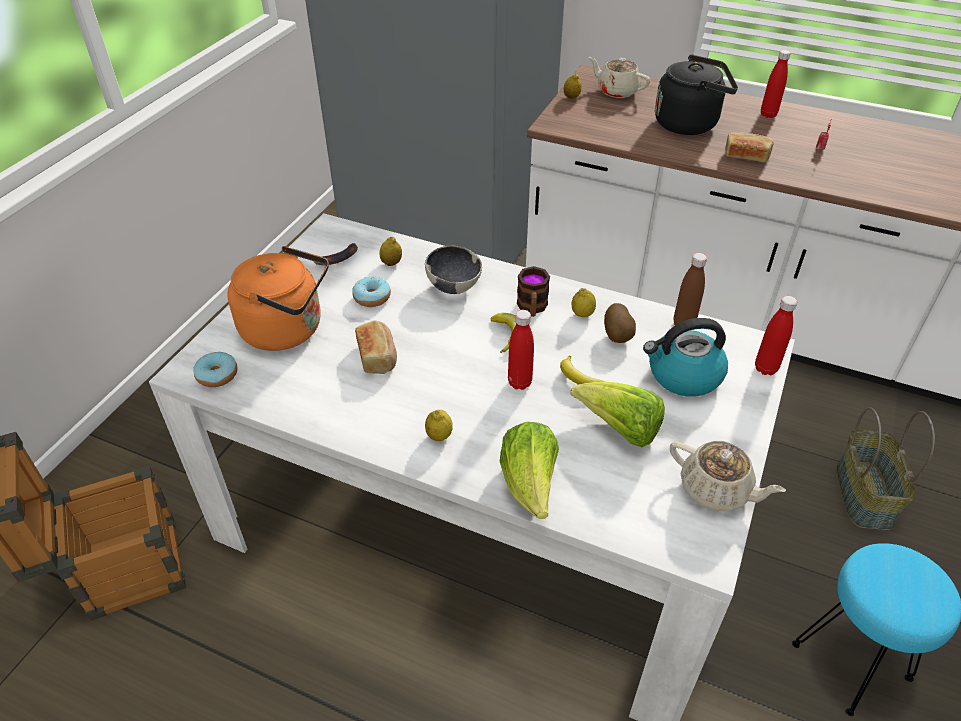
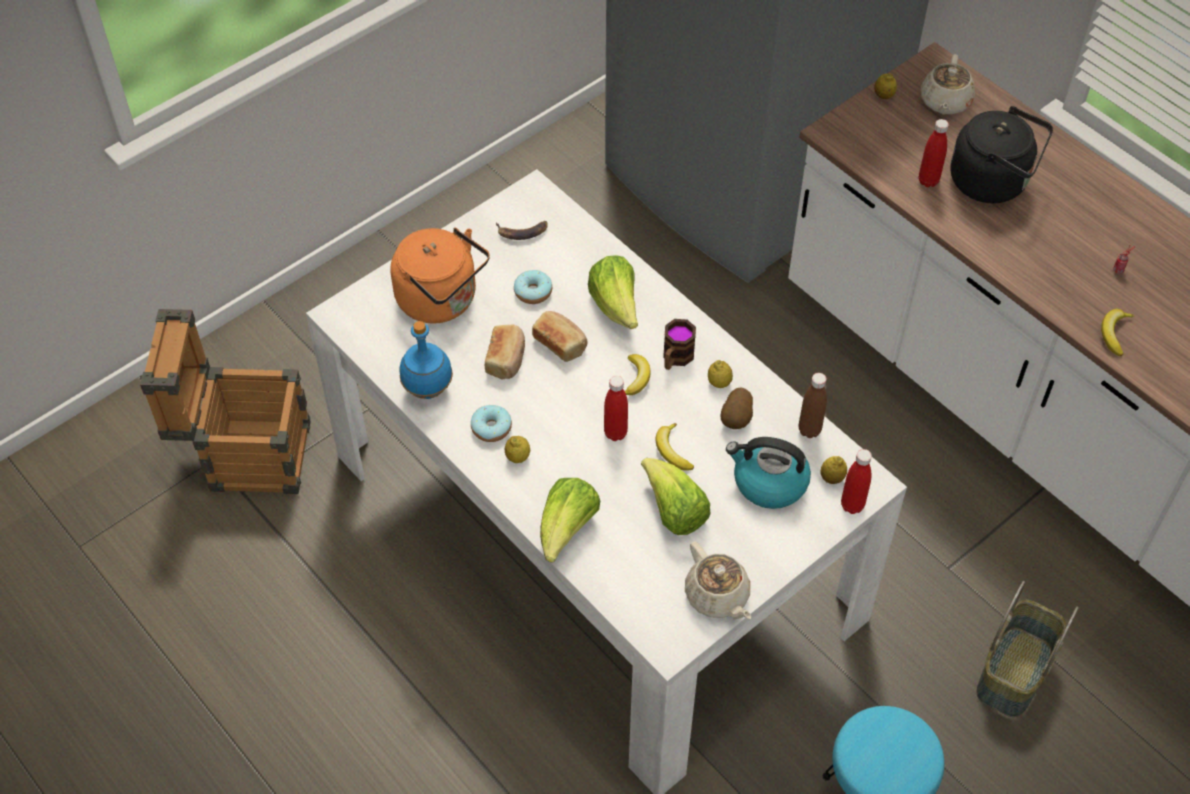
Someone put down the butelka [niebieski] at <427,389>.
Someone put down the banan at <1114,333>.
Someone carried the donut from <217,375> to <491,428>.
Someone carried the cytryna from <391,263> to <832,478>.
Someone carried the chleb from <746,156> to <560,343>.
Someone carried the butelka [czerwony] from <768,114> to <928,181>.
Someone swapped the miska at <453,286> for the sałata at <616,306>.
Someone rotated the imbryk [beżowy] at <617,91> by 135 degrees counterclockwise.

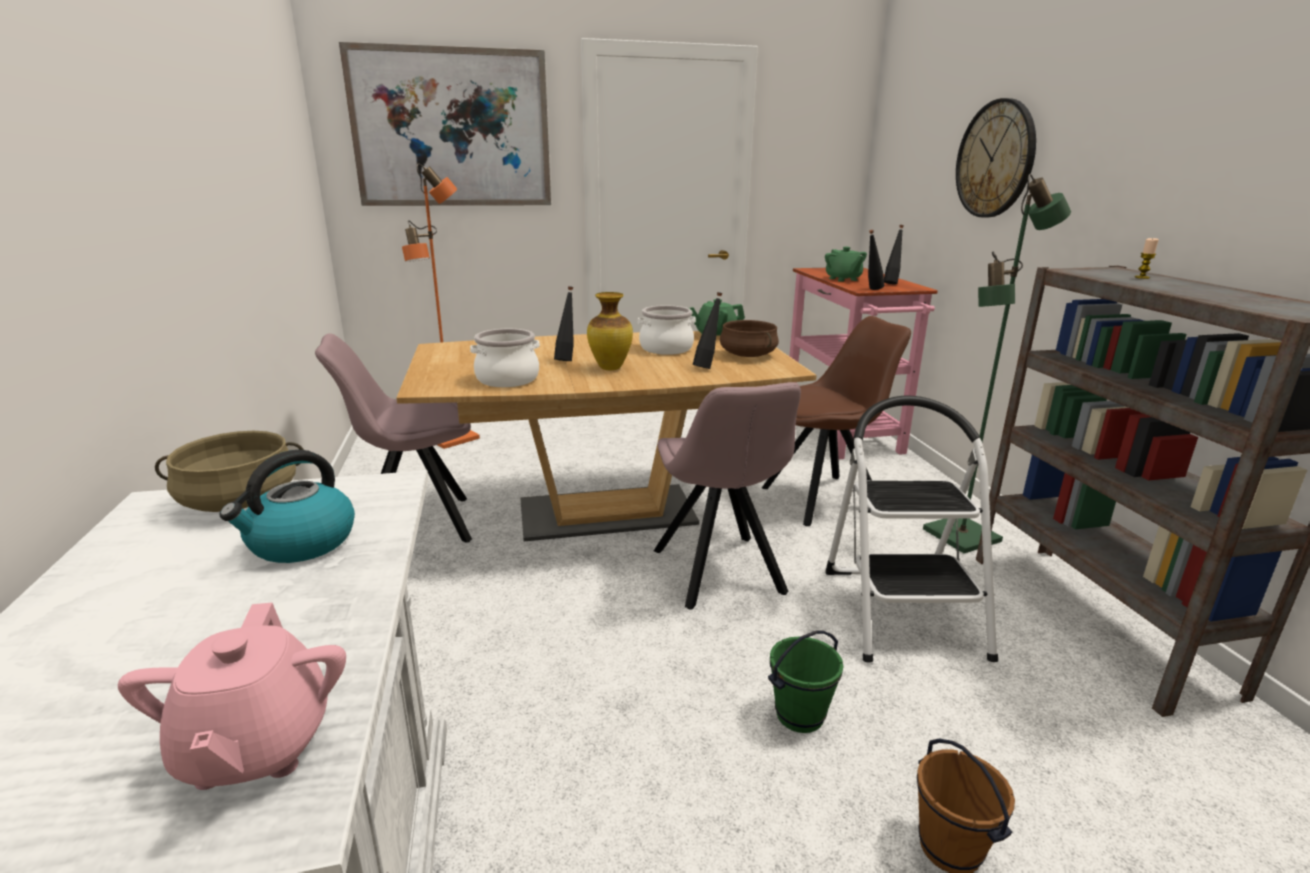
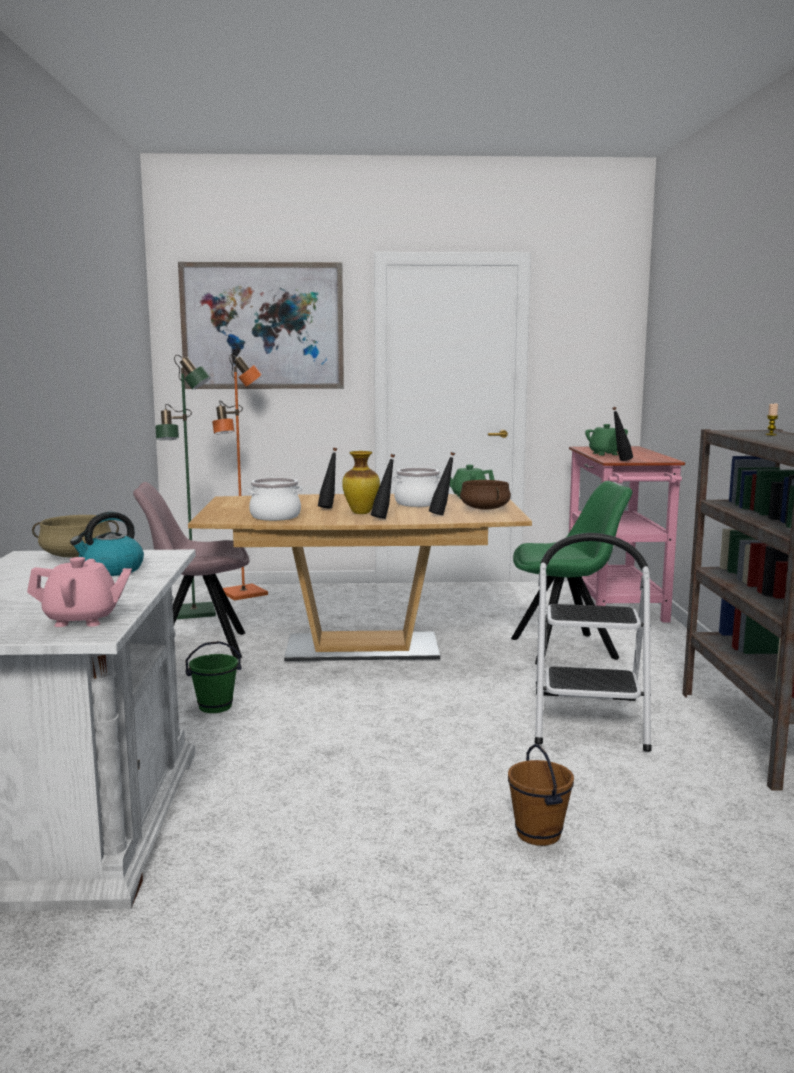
Someone took away the krzesło [różowy] at <719,571>.
Someone took away the zegar ścienny at <995,159>.
Someone carried the wiadro [zielony] from <800,716> to <215,707>.
Someone carried the butelka [czarny] from <891,283> to <384,518>.
Someone carried the lampa stojąca [zielony] from <961,535> to <194,612>.
Someone repainted the krzesło [brązowy] at <823,499>, which became the krzesło [zielony] at <565,649>.
Someone rotated the imbryk [różowy] at <256,748> by 90 degrees counterclockwise.

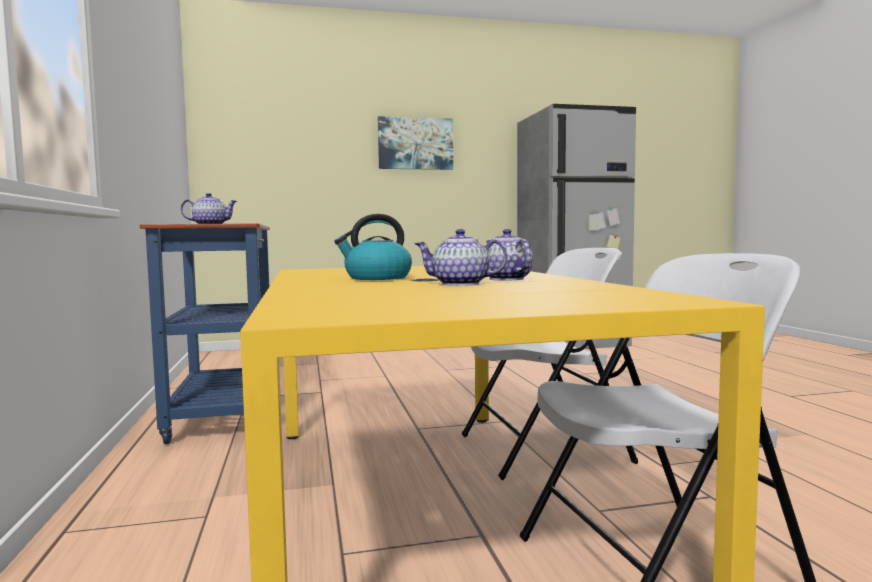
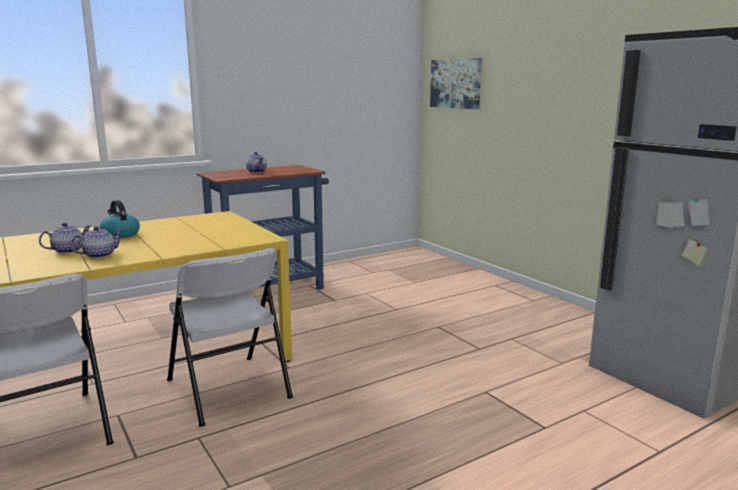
Someone carried the obraz from <415,143> to <456,83>.
Someone rotated the imbryk at <461,284> by 60 degrees clockwise.

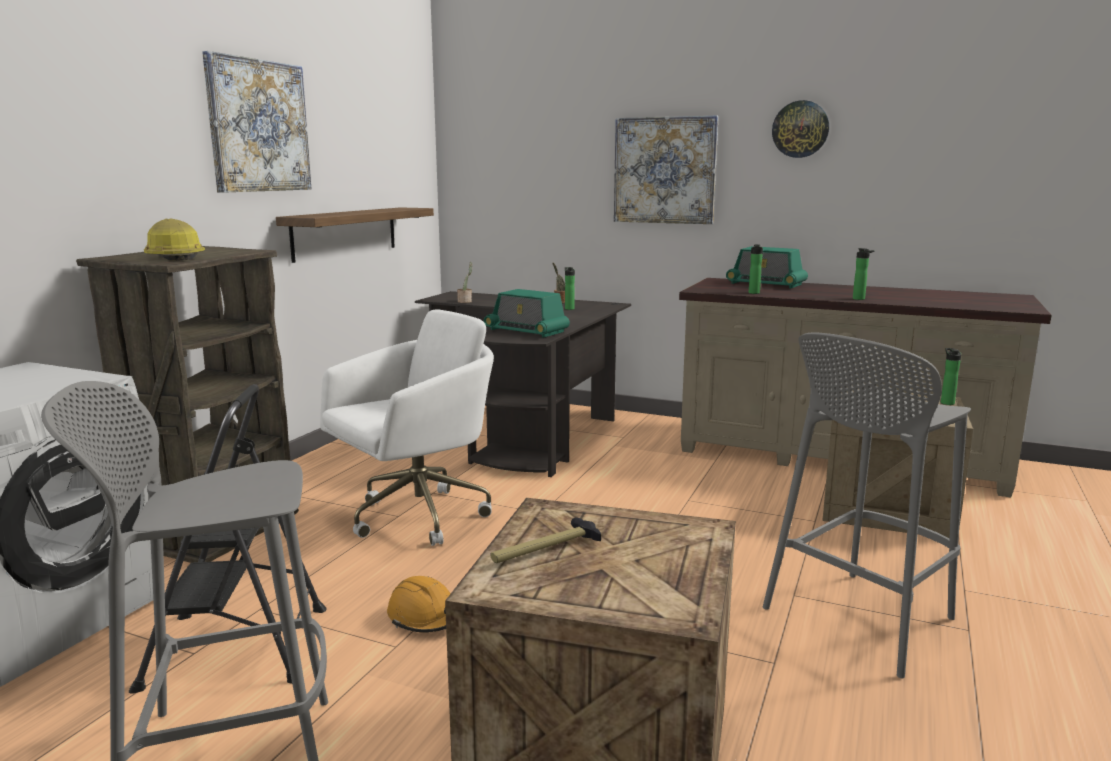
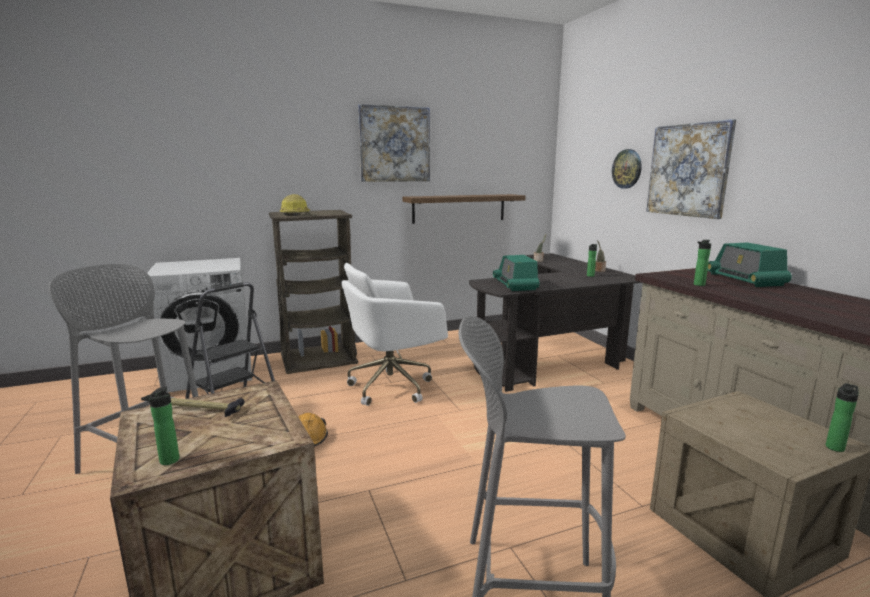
Someone carried the zegar ścienny from <800,129> to <627,169>.
Someone carried the butelka from <860,299> to <167,462>.
Someone rotated the krzesło biurowe [biały] at <414,519> by 150 degrees clockwise.

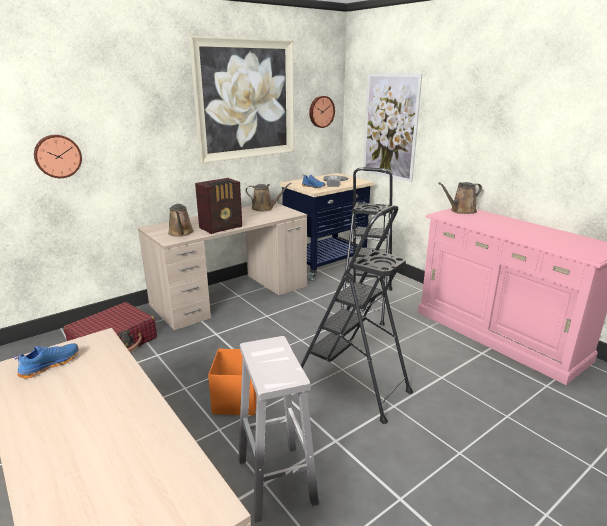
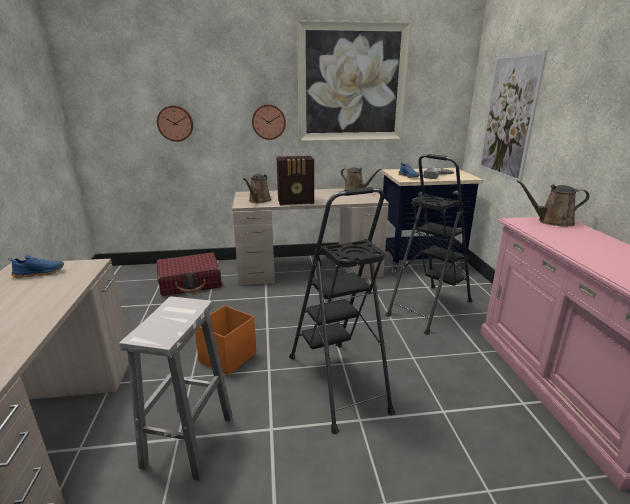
Someone carried the zegar ścienny from <321,111> to <268,122>.

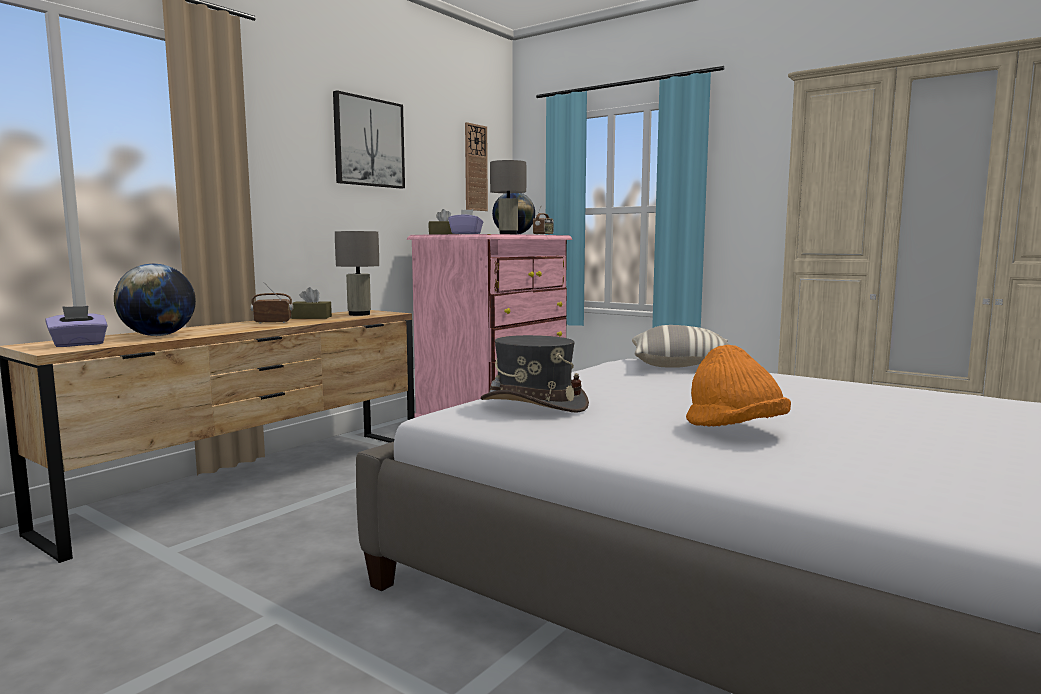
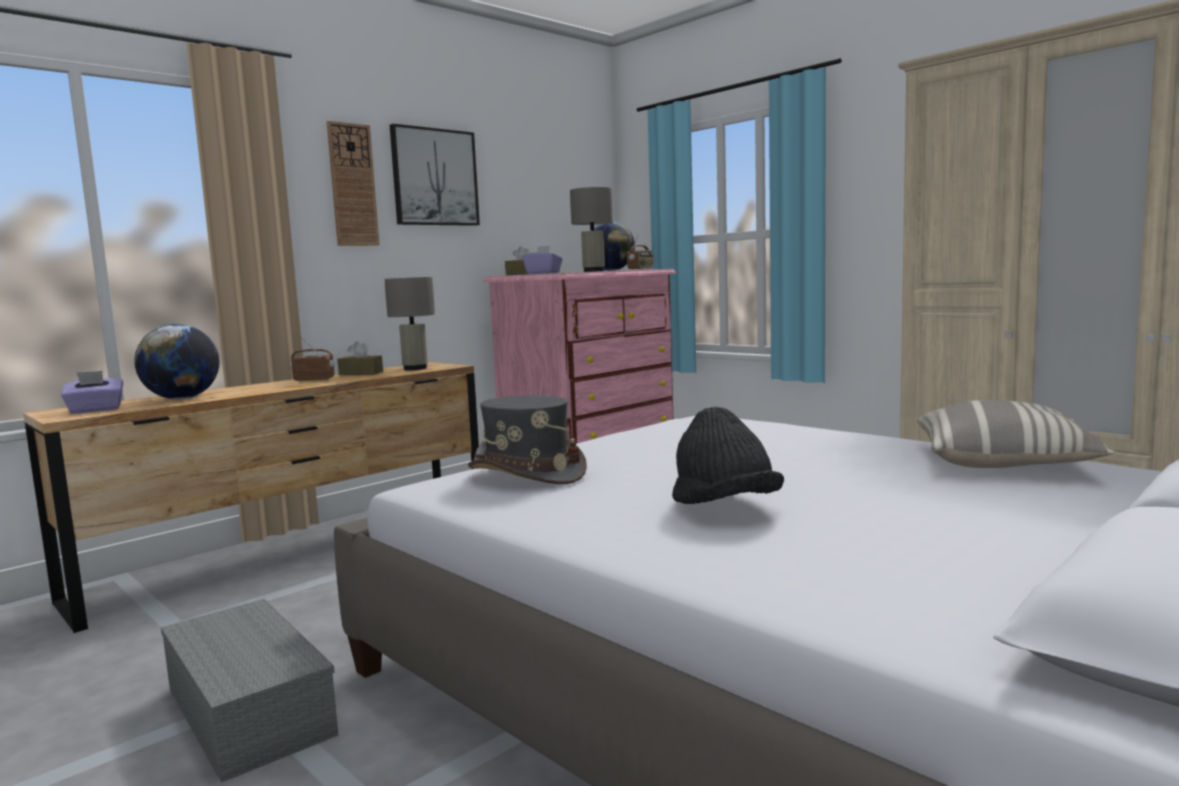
Someone put down the pojemnik do przechowywania [szary] at <245,710>.
Someone carried the zegar ścienny from <475,168> to <352,185>.
Someone carried the poduszka from <682,366> to <1004,463>.
Someone repainted the kapelusz [pomarańczowy] at <734,430>, which became the kapelusz [czarny] at <724,508>.

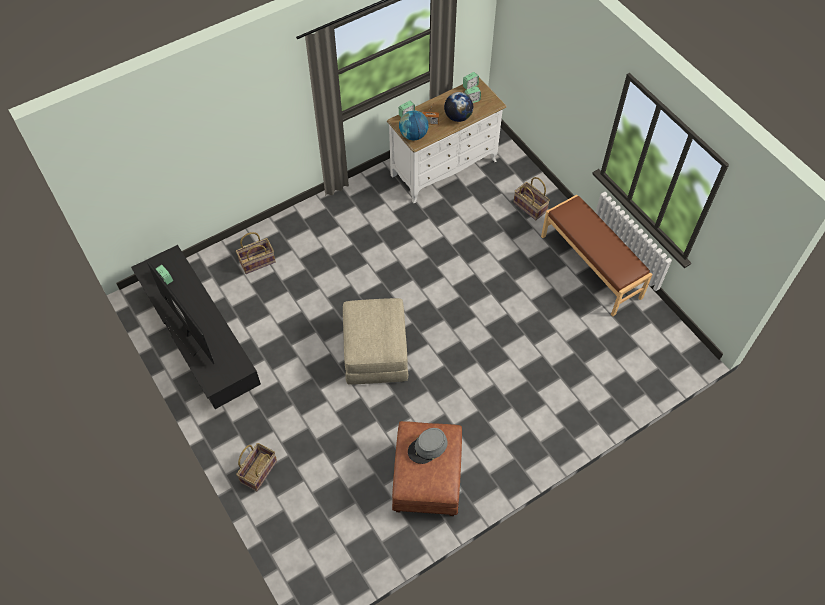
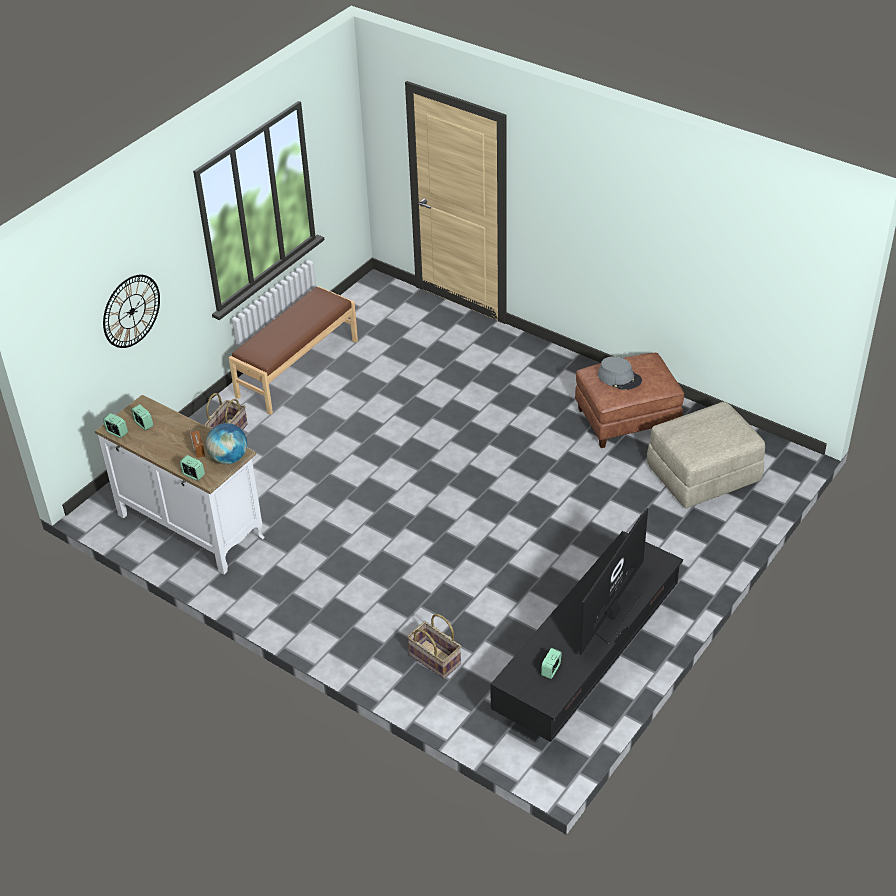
Someone took away the koszyk at <258,471>.
Someone took away the globus at <458,117>.
Someone put up the zegar ścienny at <131,311>.
Someone carried the pufa [beżowy] from <375,352> to <703,475>.

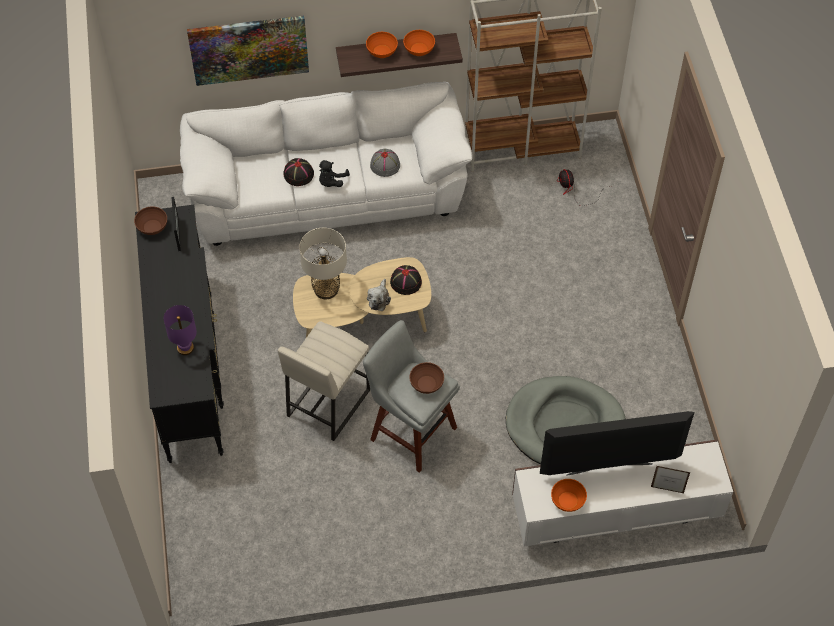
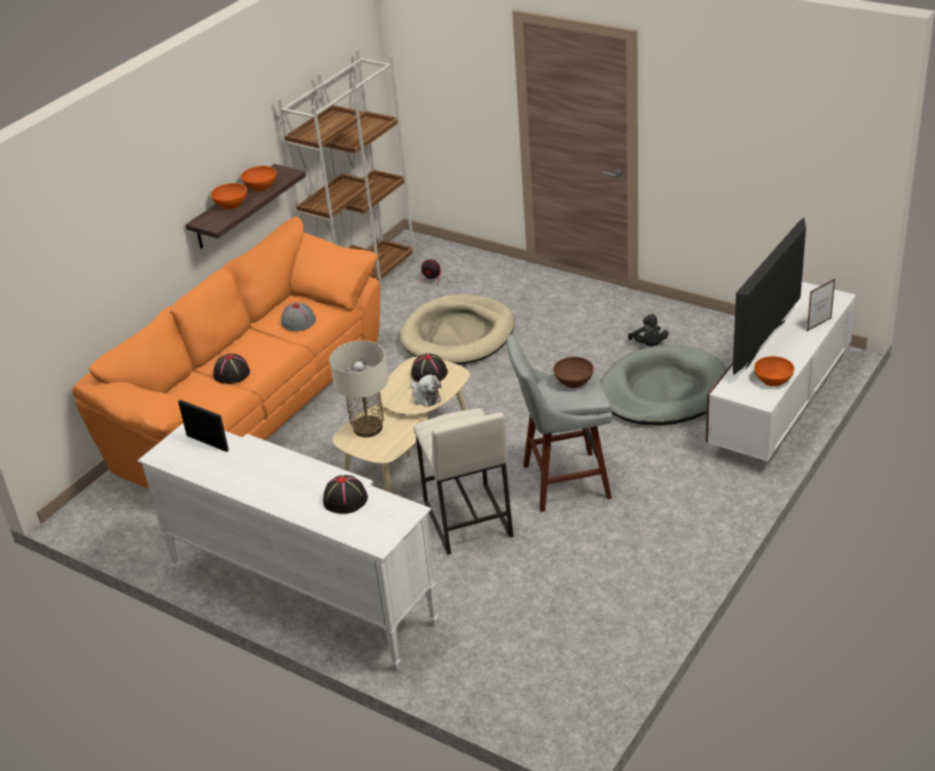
Someone took away the miska [brązowy] at <152,227>.
Someone took away the obraz at <249,49>.
Someone put down the legowisko [beżowy] at <458,335>.
Someone carried the pluszak [czarny] from <331,182> to <649,345>.
Someone swapped the lampa stołowa [fioletowy] at <185,348> for the kapelusz [czarny] at <345,499>.
Someone repainted the szafka [czarny] at <189,365>, which became the szafka [biały] at <303,595>.
Someone repainted the kanapa [biały] at <327,198>, which became the kanapa [pomarańczowy] at <252,410>.

